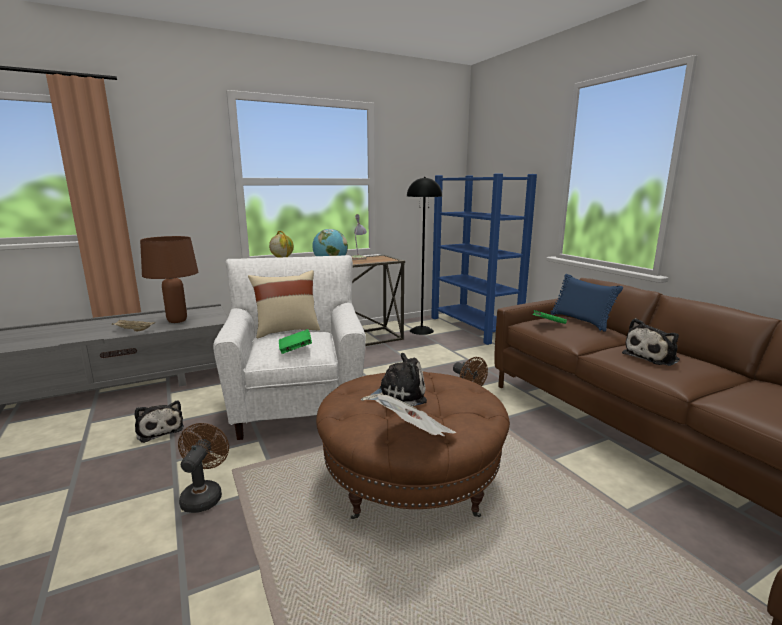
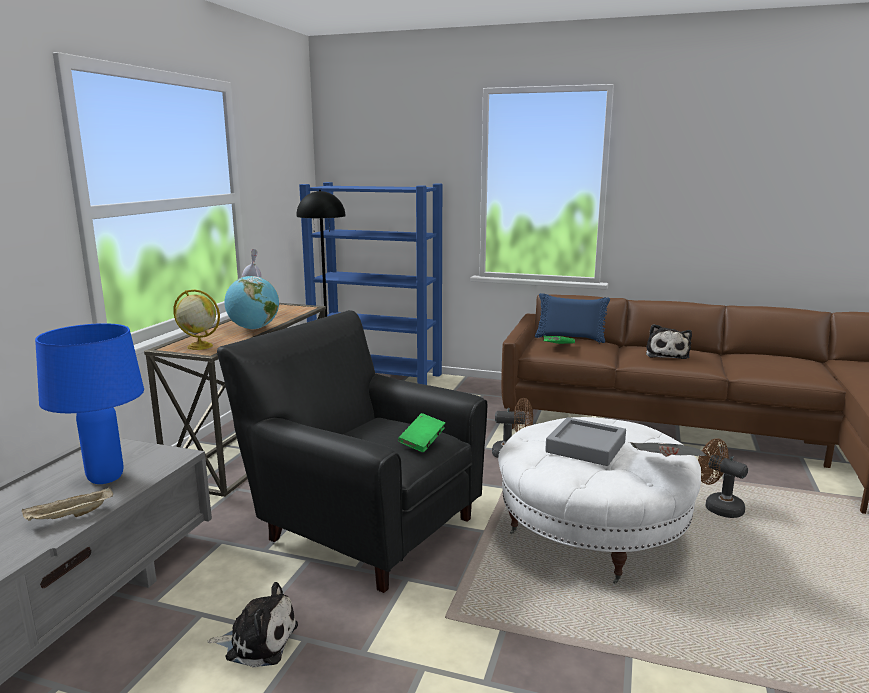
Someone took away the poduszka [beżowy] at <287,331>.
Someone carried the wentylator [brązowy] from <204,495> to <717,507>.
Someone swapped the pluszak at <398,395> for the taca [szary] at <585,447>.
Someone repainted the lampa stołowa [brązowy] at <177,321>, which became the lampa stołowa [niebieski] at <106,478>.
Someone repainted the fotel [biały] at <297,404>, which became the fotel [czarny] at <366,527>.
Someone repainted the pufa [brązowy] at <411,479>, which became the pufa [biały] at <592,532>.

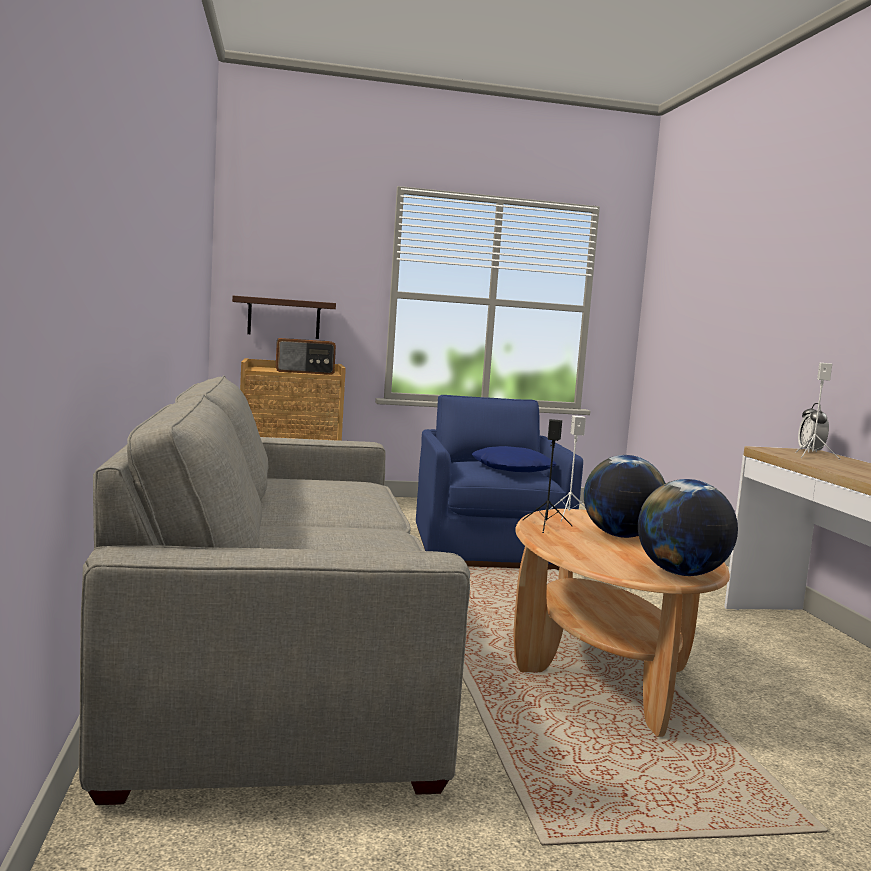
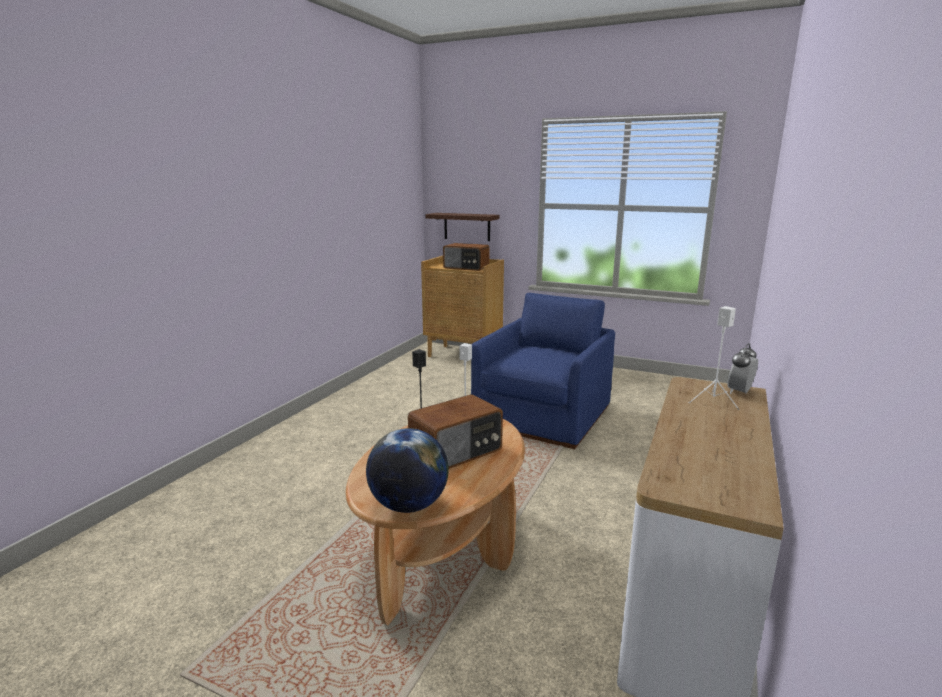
Someone took away the kanapa [szary] at <278,645>.
Someone took away the poduszka [niebieski] at <513,469>.
Someone swapped the globus at <621,536> for the radio at <457,452>.

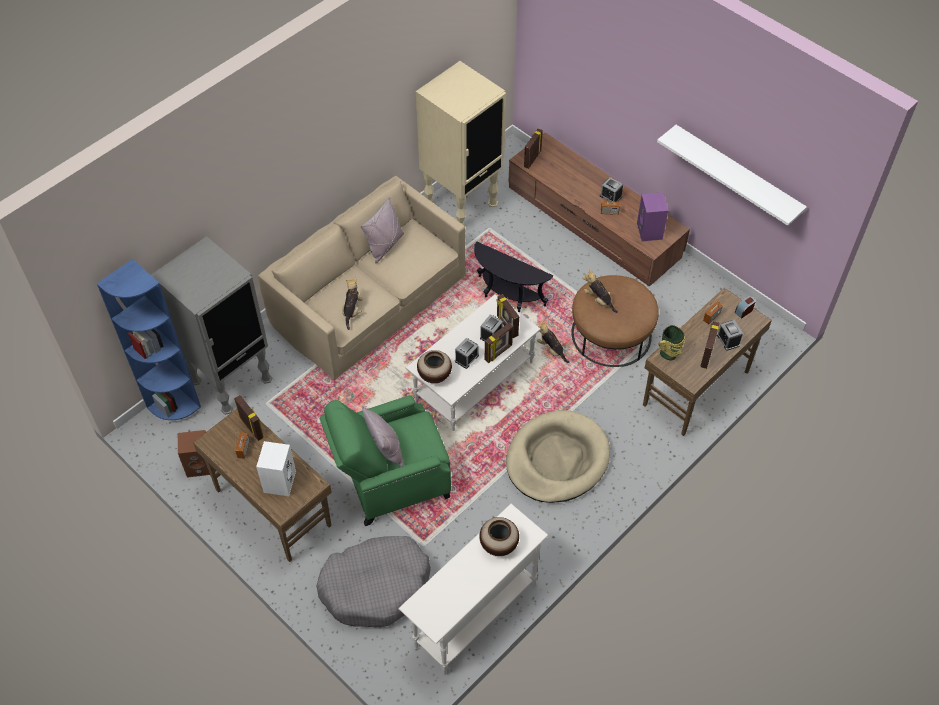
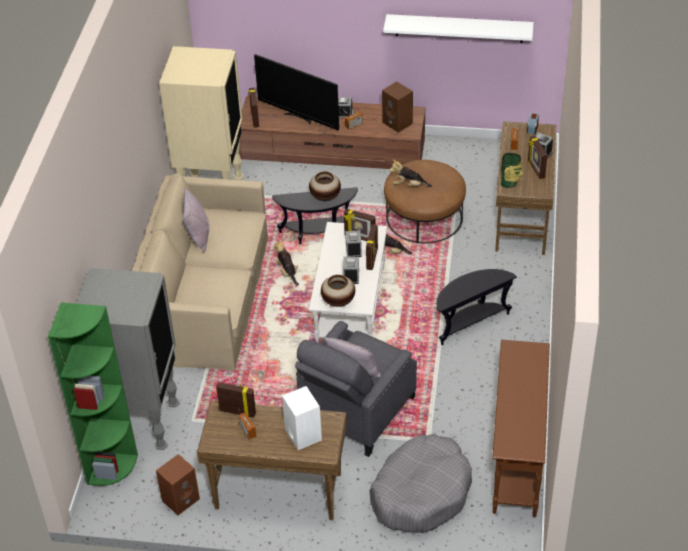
Someone put down the telewizor at <299,117>.
Someone carried the pluszak from <352,311> to <287,272>.
Someone carried the wazon from <499,545> to <325,197>.
Someone swapped the legowisko [beżowy] at <557,459> for the stolik [czarny] at <470,323>.
Someone repainted the regał [niebieski] at <175,408>, which became the regał [zielony] at <112,472>.
Someone repainted the fotel [zielony] at <390,479>, which became the fotel [szary] at <354,412>.
Someone repainted the stolik konsolowy [biały] at <474,615>, which became the stolik konsolowy [brązowy] at <516,463>.
Someone repainted the głośnik [fioletowy] at <650,231>, which became the głośnik [brązowy] at <398,123>.

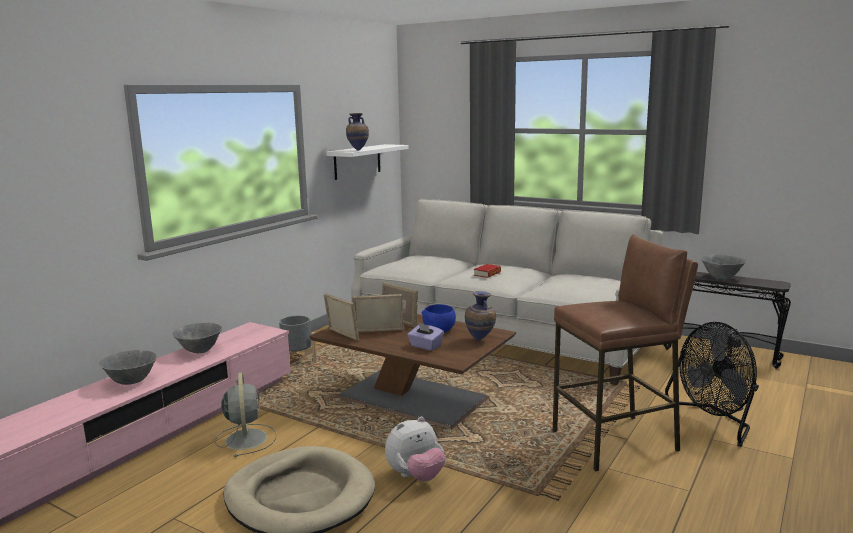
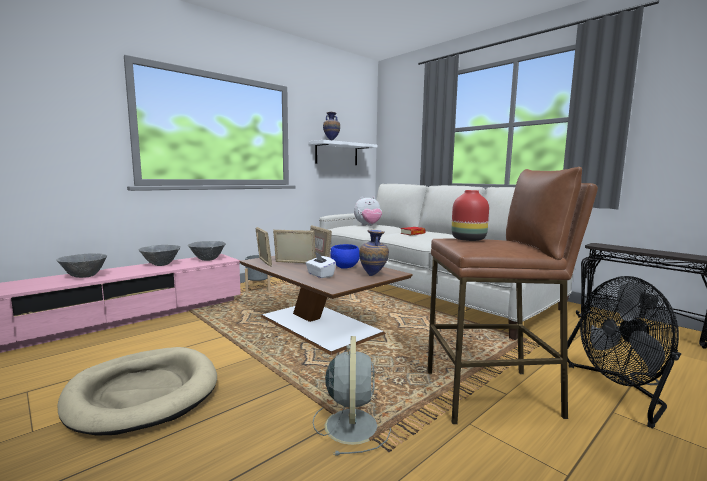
Someone put down the wazon [czerwony] at <468,239>.
Someone carried the wentylator [szary] from <246,438> to <352,424>.
Someone carried the pluszak from <416,476> to <368,226>.
Someone carried the miska [szary] from <721,278> to <208,260>.
Someone repainted the pudełko chusteczek [fioletowy] at <425,346>, which became the pudełko chusteczek [biały] at <320,275>.

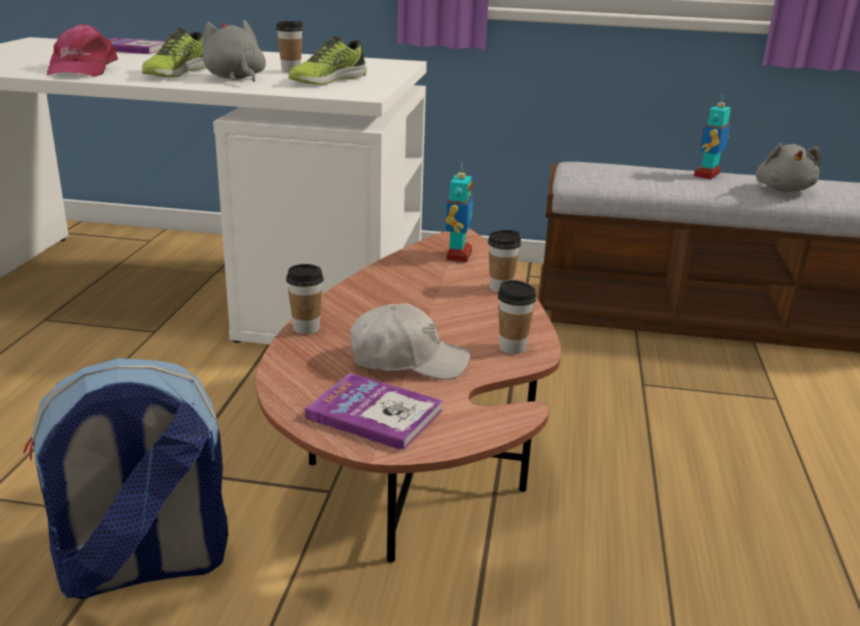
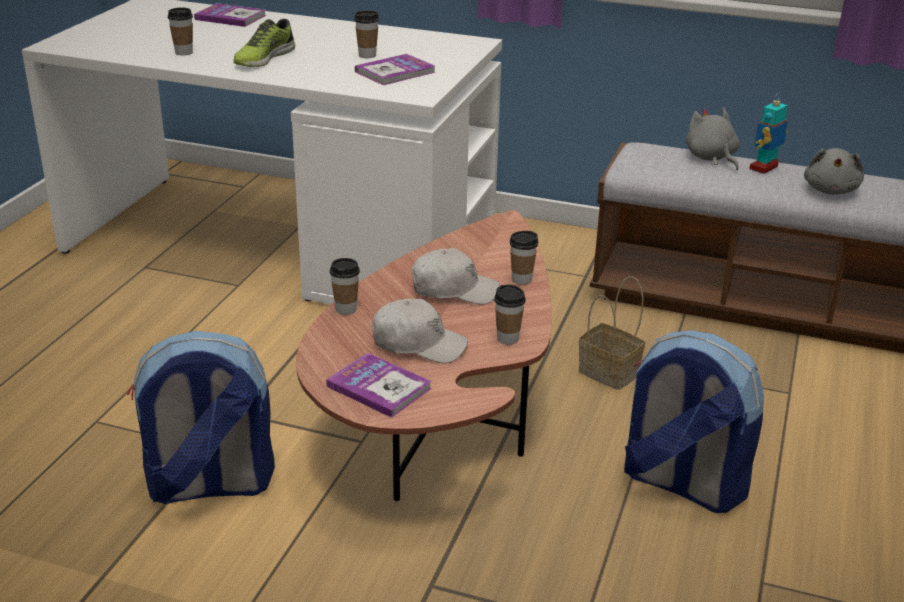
Someone took away the robot zabawkowy at <458,255>.
Someone put down the czapka z daszkiem [biały] at <454,290>.
Someone put down the koszyk at <611,373>.
Someone put down the plecak at <681,483>.
Someone carried the pluszak [szary] from <235,78> to <711,158>.
Someone swapped the czapka z daszkiem [różowy] at <82,69> for the filiżanka at <184,52>.
Someone swapped the but at <327,80> for the książka at <395,72>.

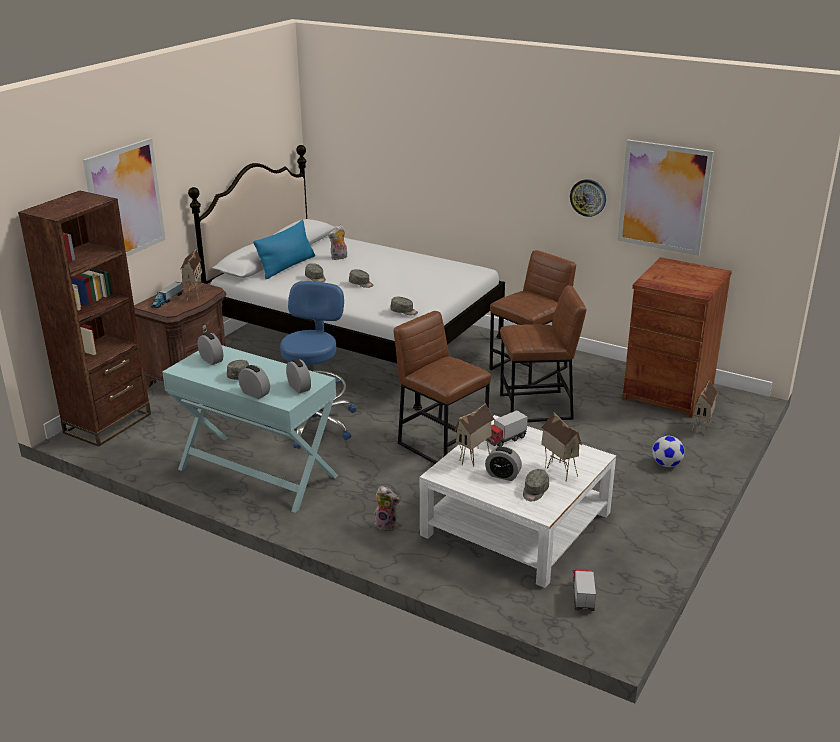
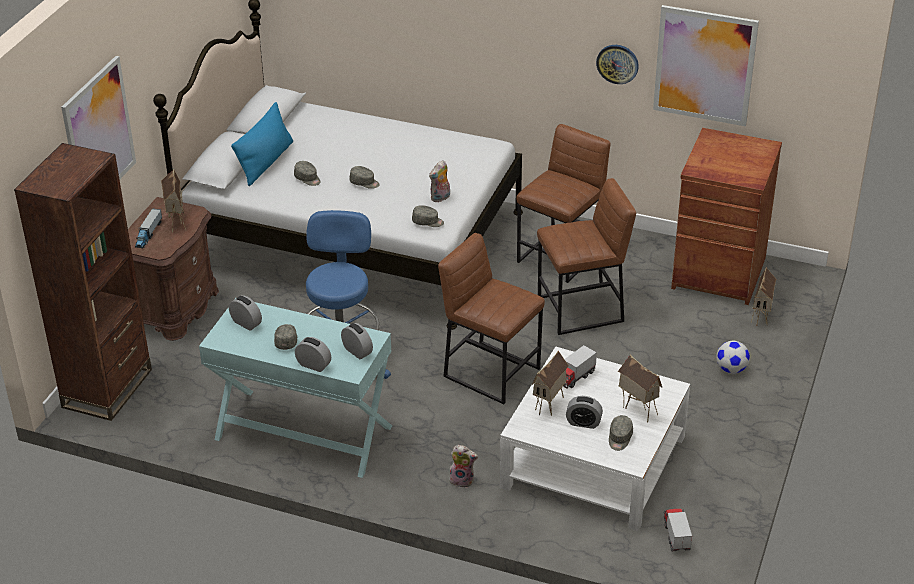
Someone carried the pluszak from <339,258> to <440,198>.

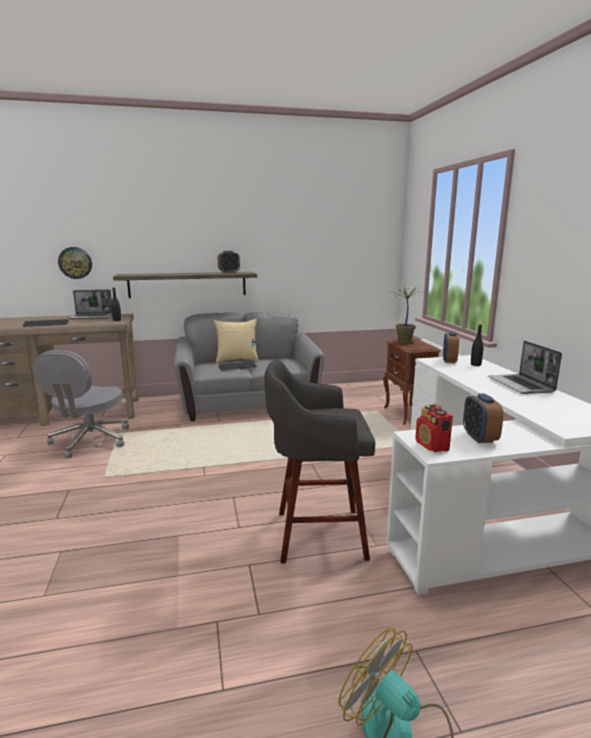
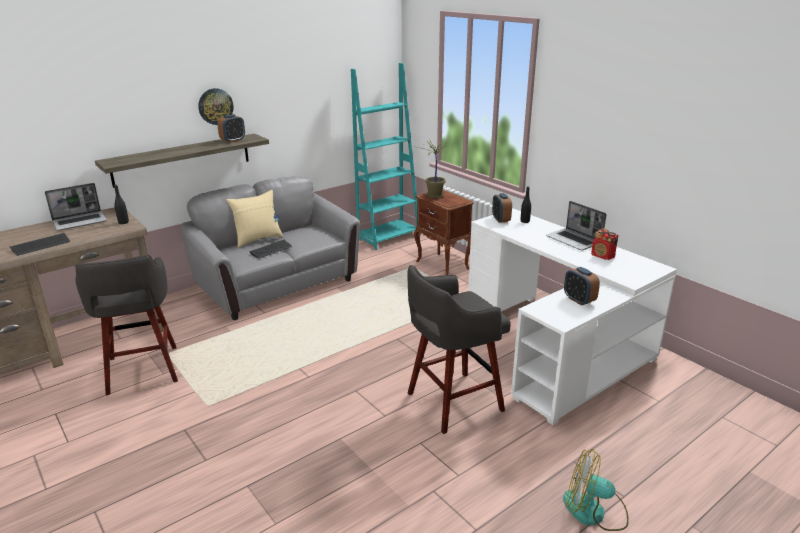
Someone put down the regał [turkusowy] at <388,237>.
Someone carried the zegar ścienny from <75,263> to <215,106>.
Someone carried the radio from <432,446> to <603,256>.
Someone swapped the krzesło biurowe [szary] at <90,441> for the stołek [szary] at <142,371>.

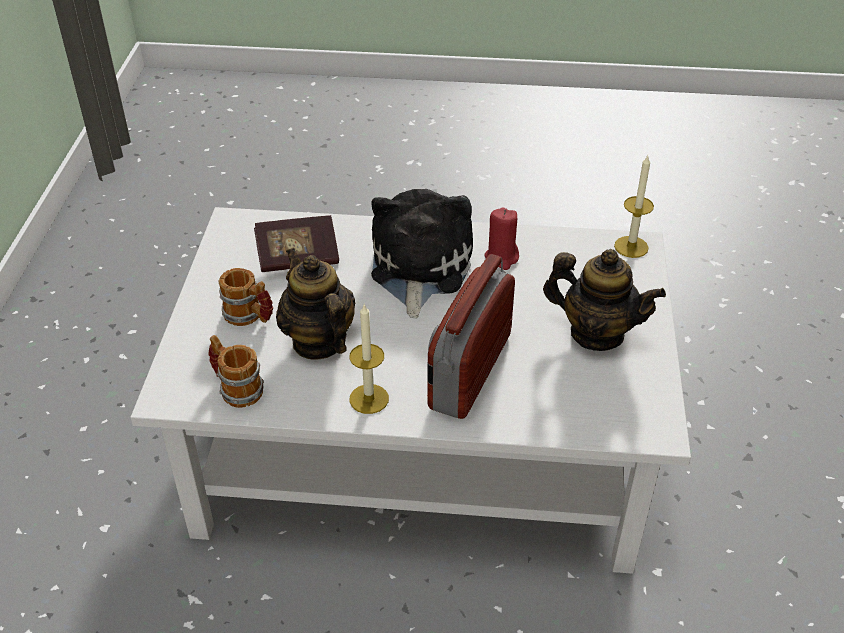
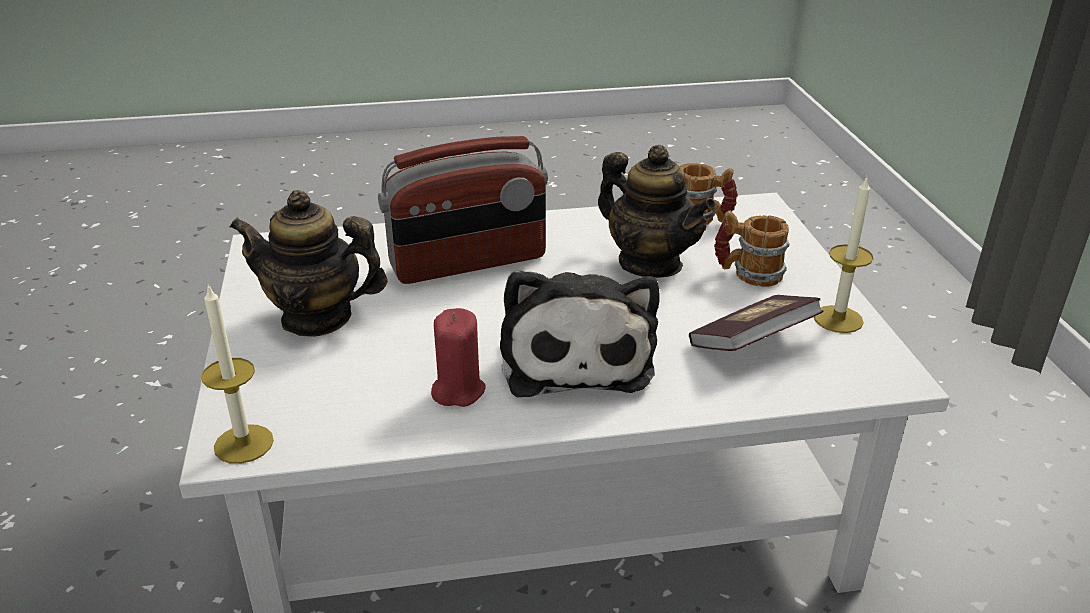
Someone carried the świeca from <369,399> to <838,319>.
Someone rotated the radio at <469,370> by 60 degrees clockwise.

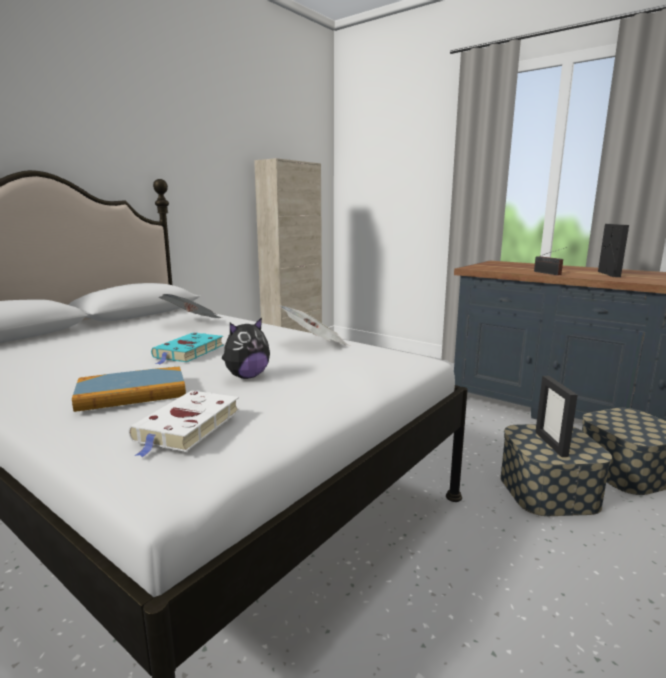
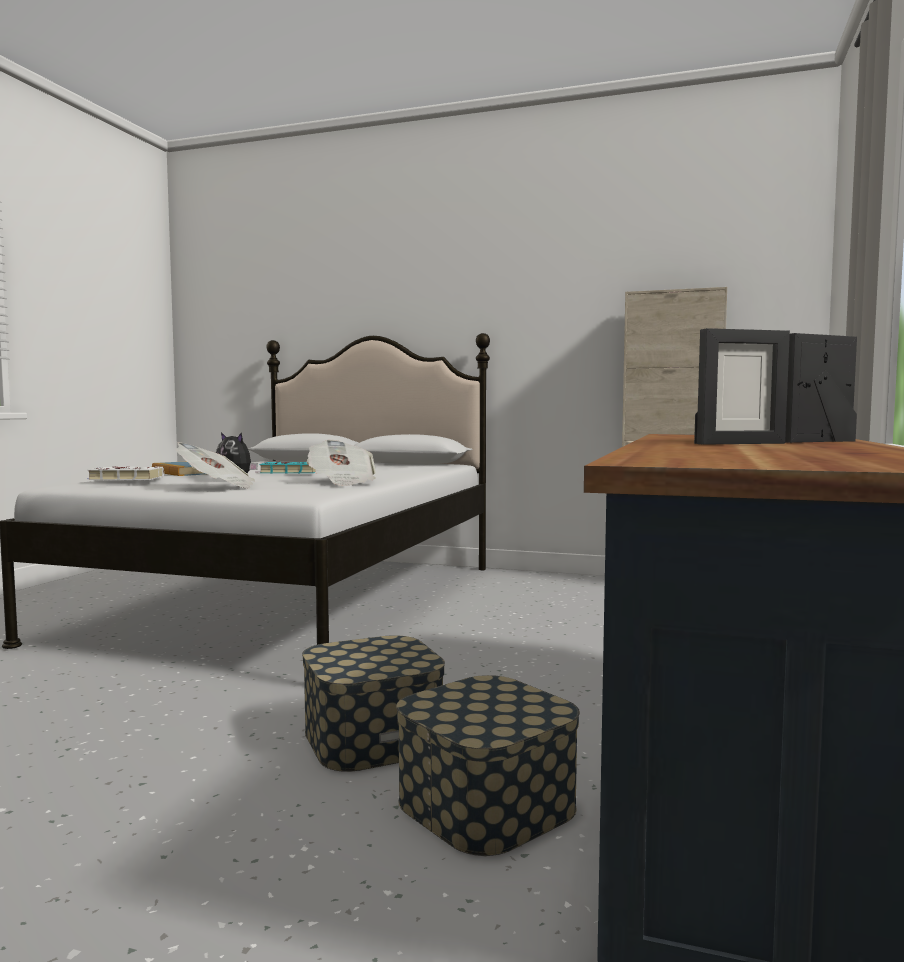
Someone took away the radio at <548,273>.
Someone carried the gazeta from <193,322> to <217,487>.
Someone carried the ramka na zdjęcie from <552,444> to <818,441>.

